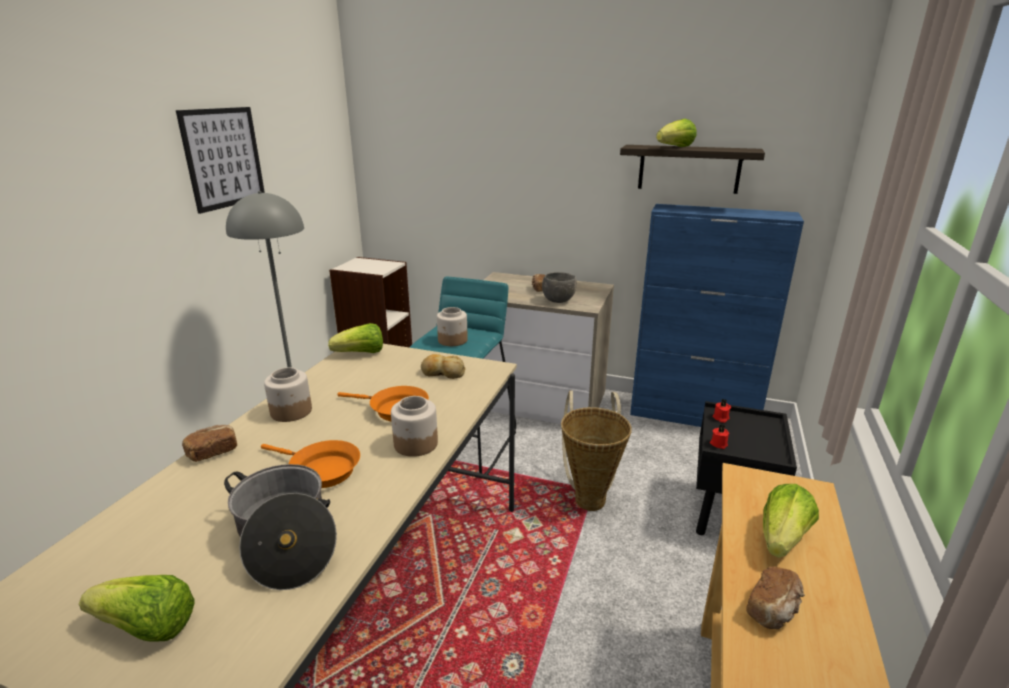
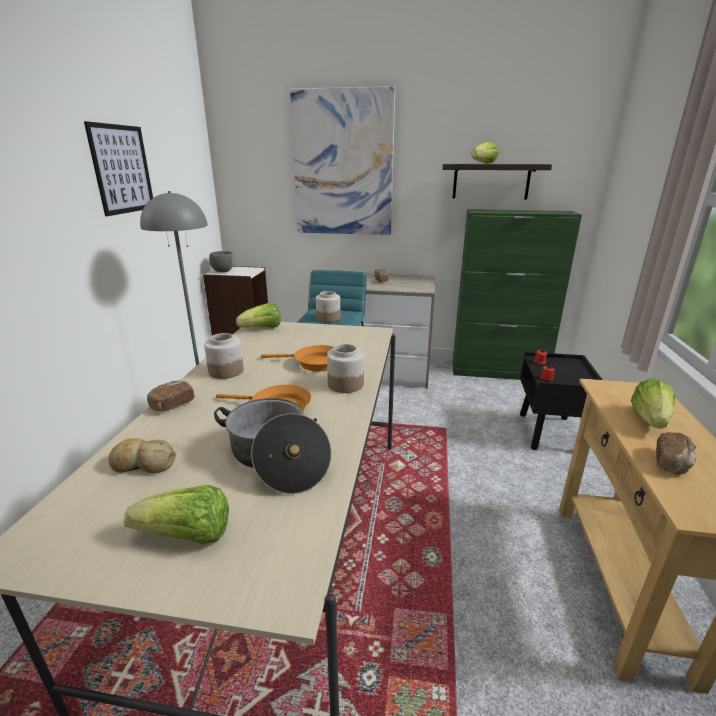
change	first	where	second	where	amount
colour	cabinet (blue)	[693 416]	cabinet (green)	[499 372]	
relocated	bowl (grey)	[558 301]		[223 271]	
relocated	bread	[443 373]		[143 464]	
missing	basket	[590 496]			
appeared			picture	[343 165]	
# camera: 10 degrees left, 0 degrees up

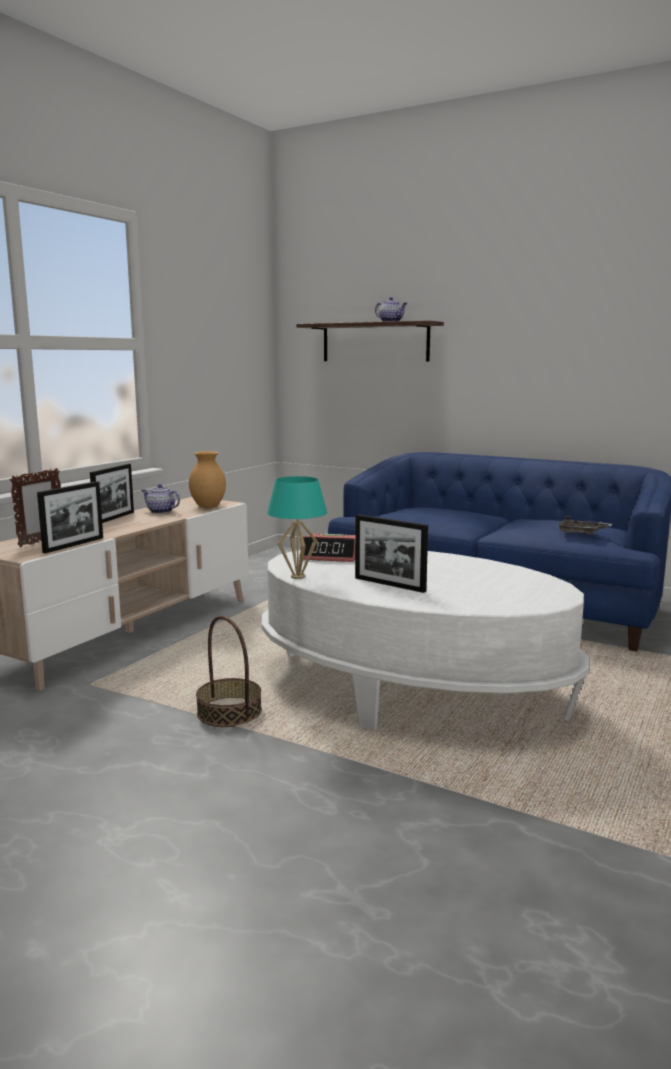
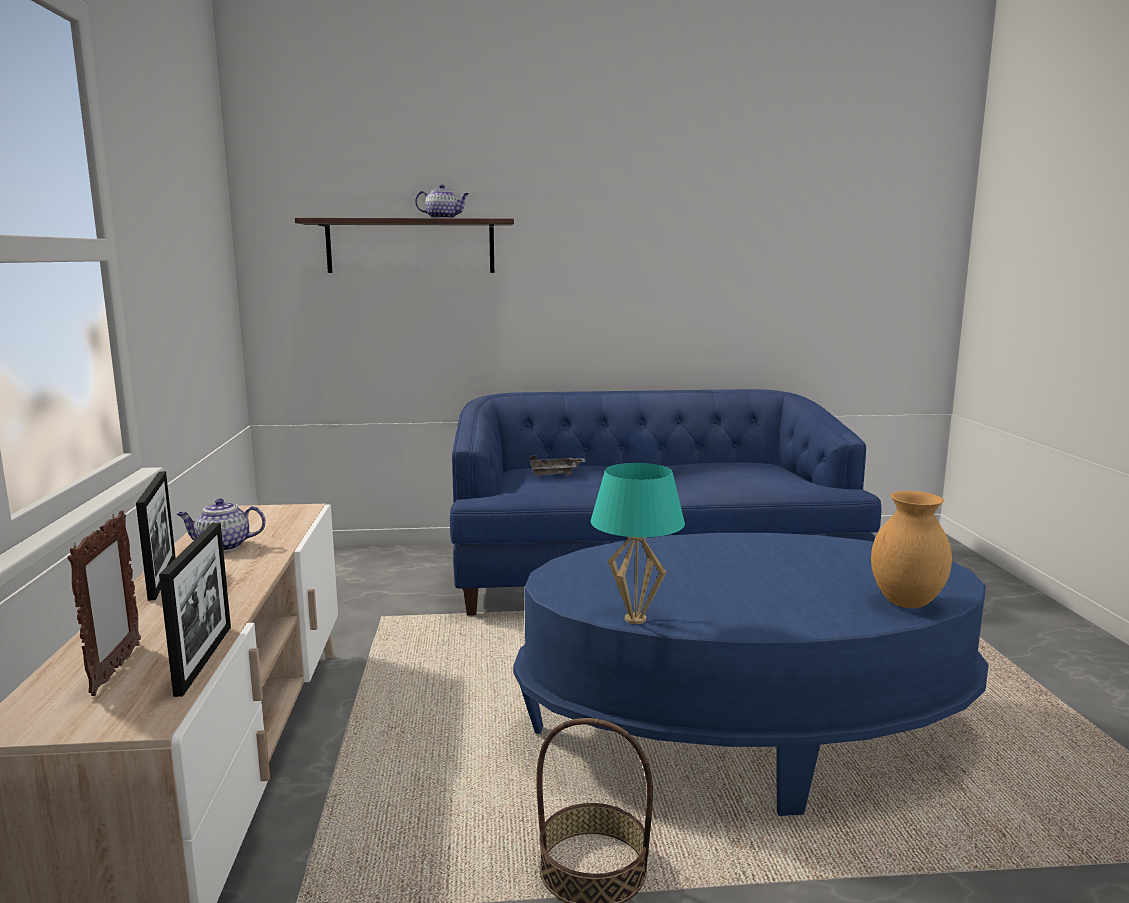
change	first	where	second	where	amount
relocated	vase (brown)	[208 506]		[907 602]	
missing	picture frame	[389 584]			
relocated	tray (grey)	[581 533]		[555 473]	
missing	alarm clock	[331 556]			
colour	coffee table (white)	[411 689]	coffee table (blue)	[745 731]	
# camera: 35 degrees left, 0 degrees up

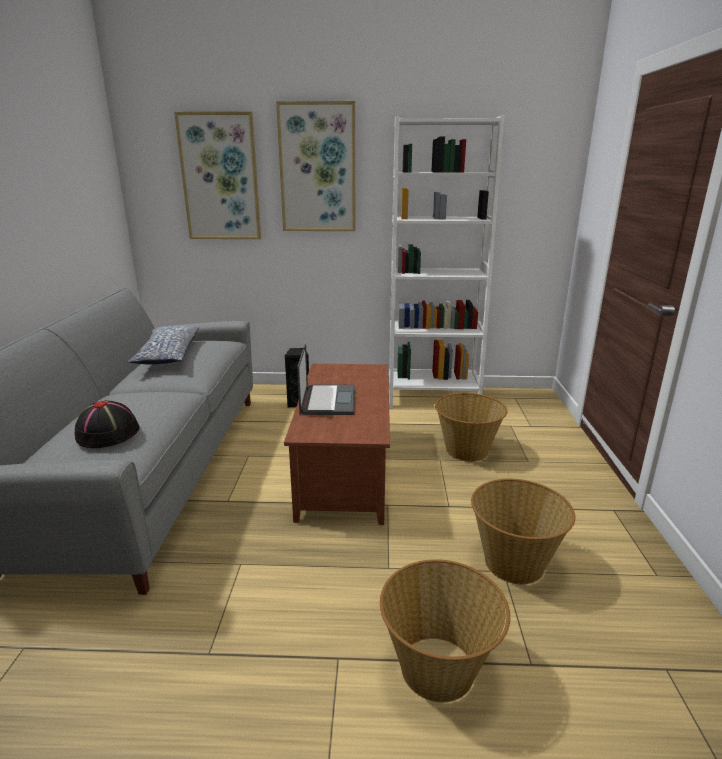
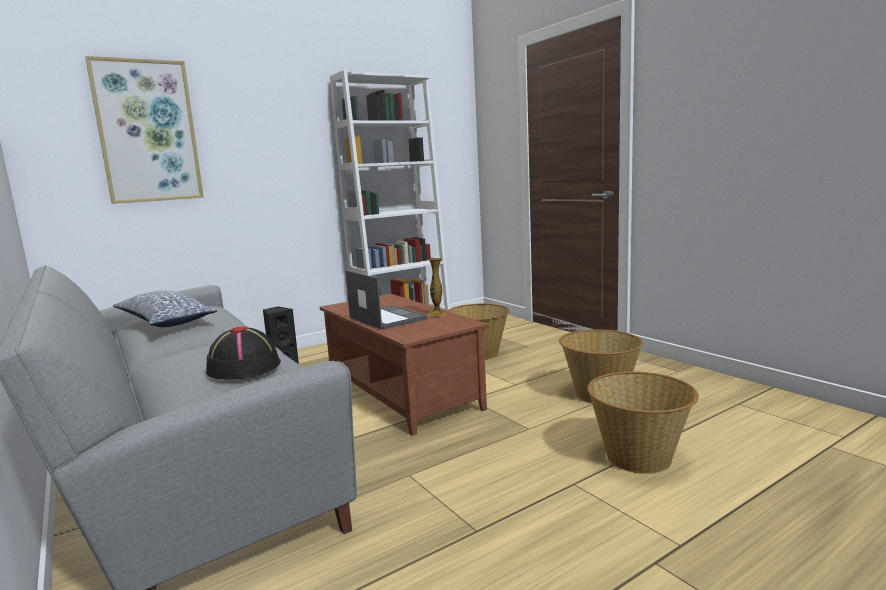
change	first	where	second	where	amount
missing	picture	[317 168]			
appeared			vase	[436 314]	
# camera: 35 degrees left, 10 degrees down

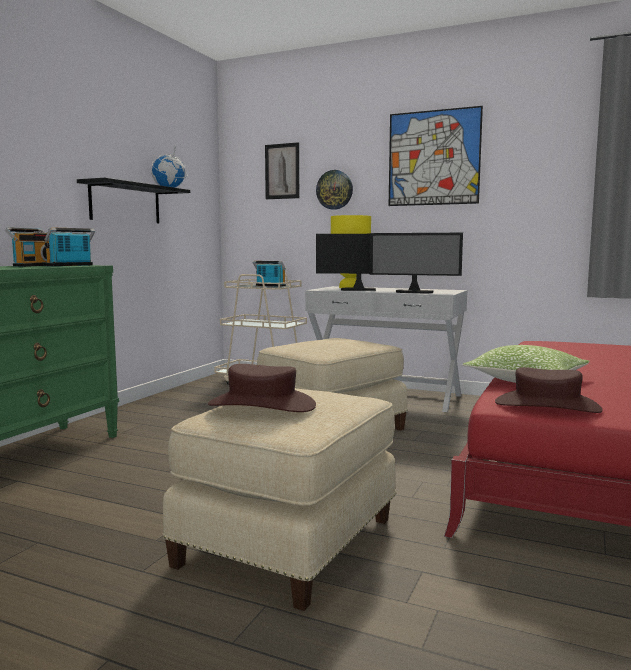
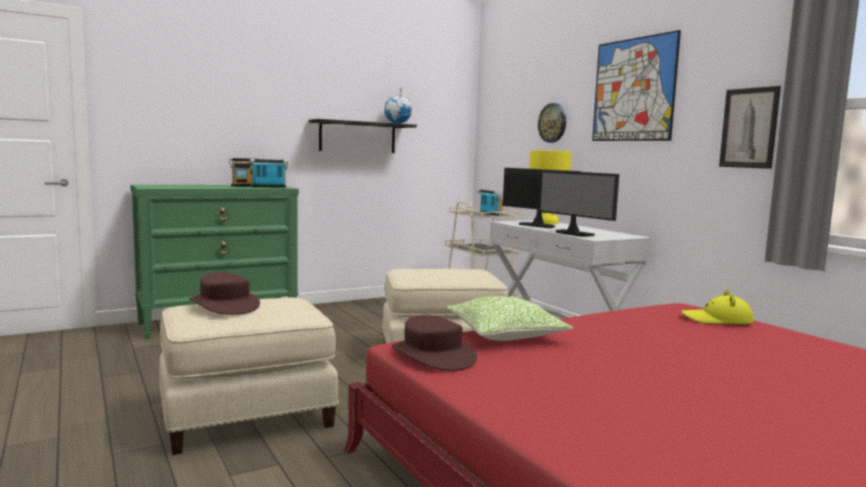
change	first	where	second	where	amount
relocated	picture	[282 171]		[749 128]	
appeared			hat (yellow)	[717 320]	
# camera: 35 degrees right, 0 degrees up

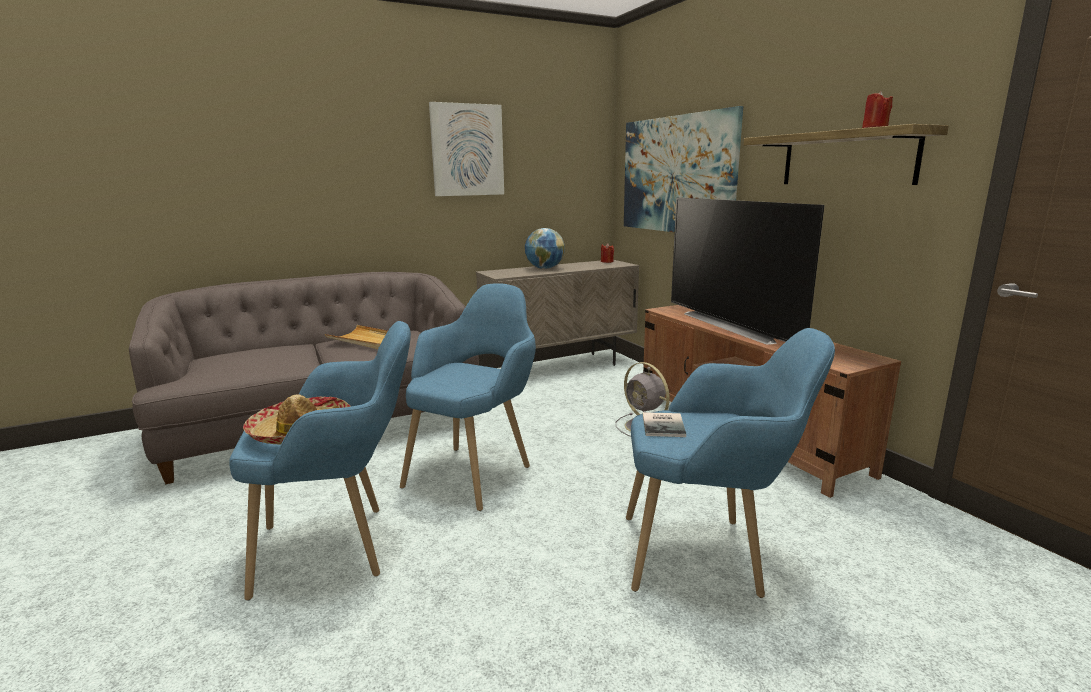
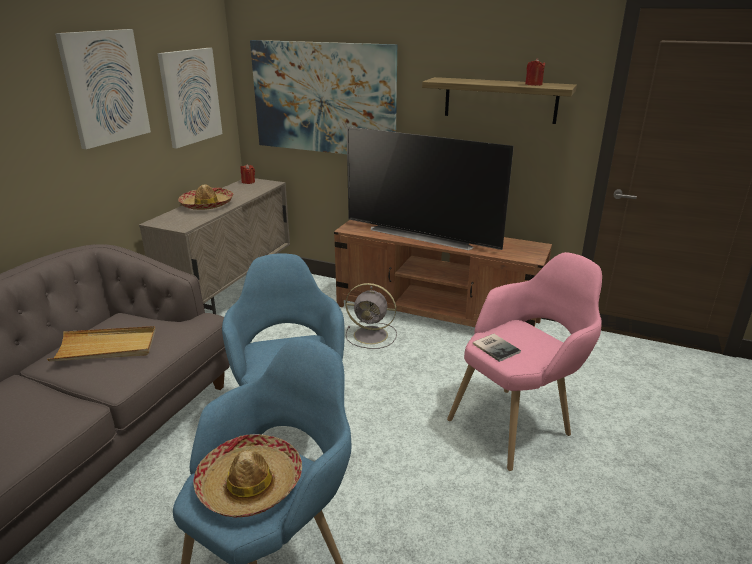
change	first	where	second	where	amount
exchanged	globe	[544 268]	hat	[207 205]	
colour	armchair (blue)	[710 555]	armchair (pink)	[519 421]	
appeared			picture	[190 96]	
# camera: 40 degrees left, 10 degrees up

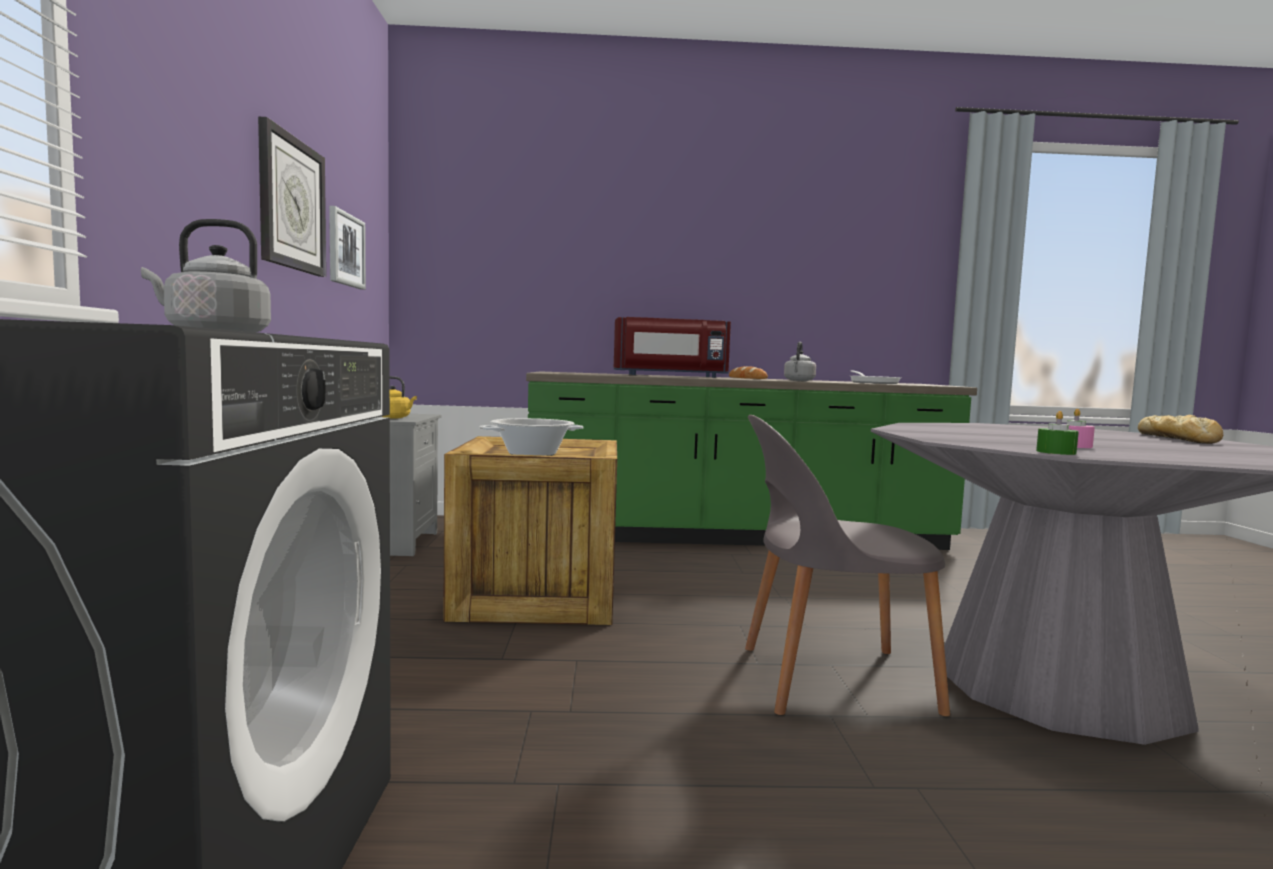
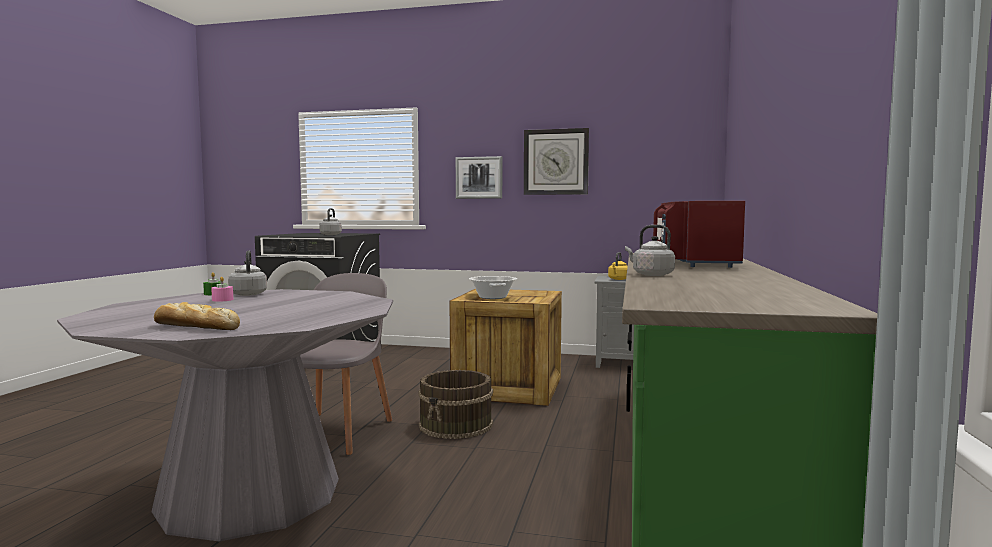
change	first	where	second	where	amount
relocated	picture	[345 250]		[479 177]	
missing	bread	[747 378]			
missing	frying pan	[873 383]			
appeared			kettle (grey)	[248 294]	
appeared			bucket (brown)	[456 425]	
# camera: 105 degrees right, 0 degrees up

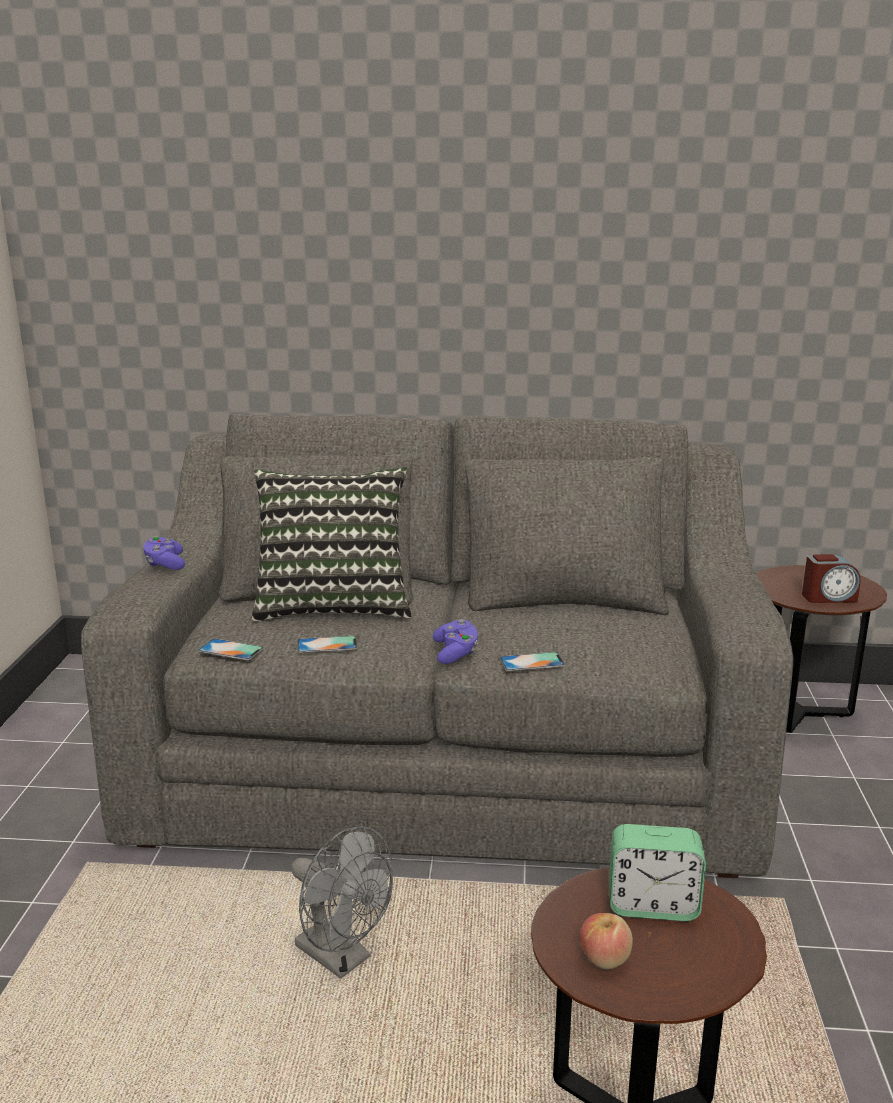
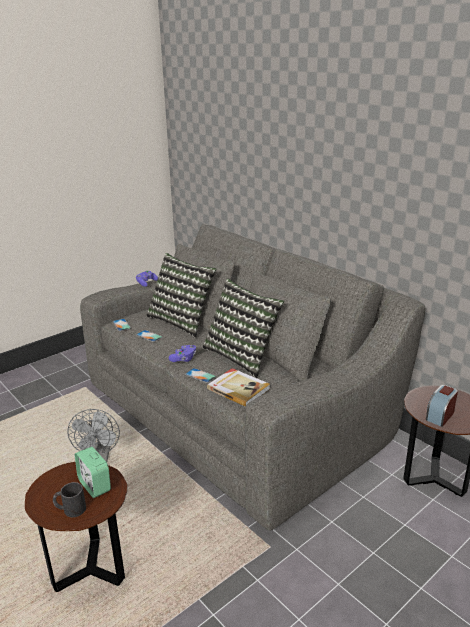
change	first	where	second	where	amount
spun	alarm clock	[828 597]		[440 416]	90 degrees clockwise
missing	apple	[604 959]			
appeared			pillow	[242 356]	
appeared			book	[238 389]	
appeared			mug (black)	[70 509]	
# camera: 45 degrees right, 5 degrees up

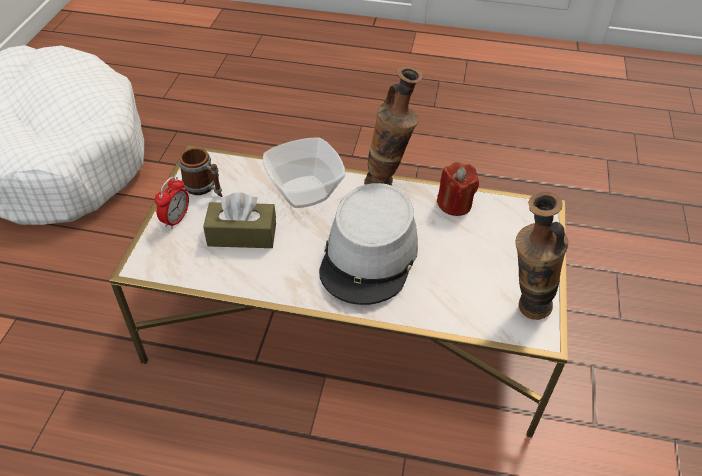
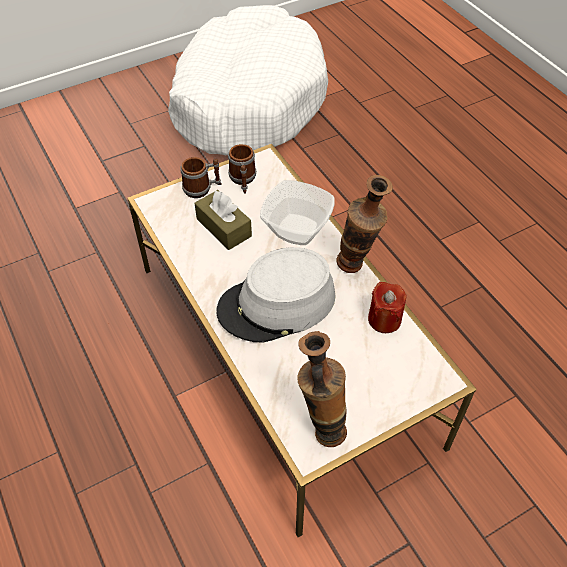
change	first	where	second	where	amount
exchanged	alarm clock	[176 219]	mug	[202 188]	
# camera: 50 degrees right, 5 degrees up

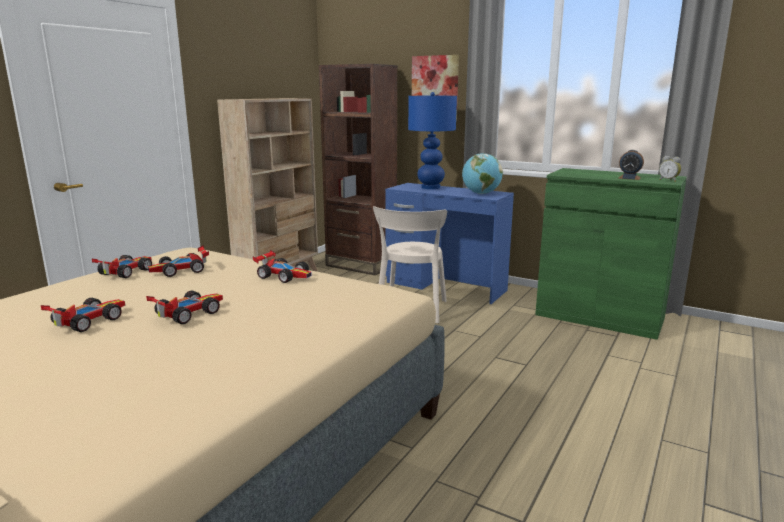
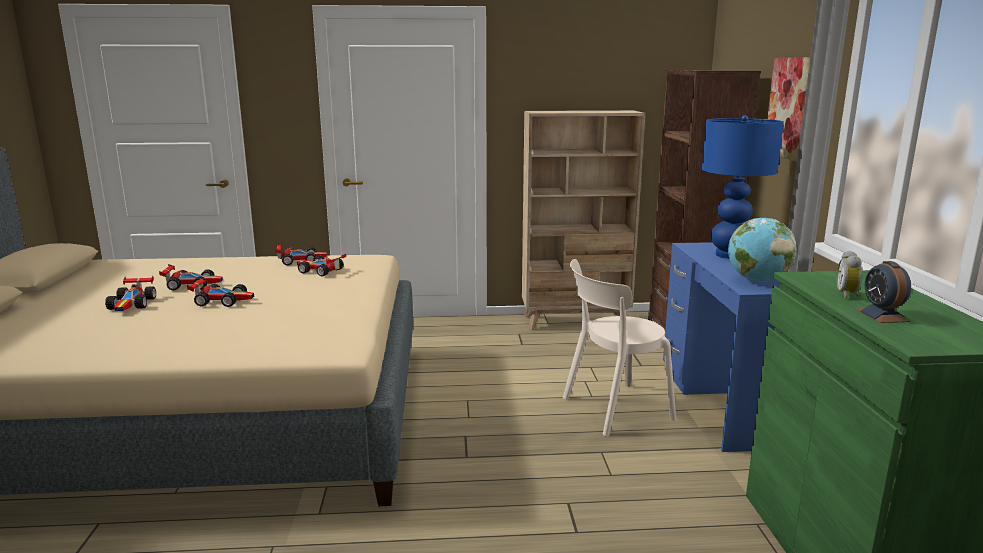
change	first	where	second	where	amount
relocated	alarm clock	[668 180]		[848 295]	
relocated	toy car	[284 276]		[133 304]	
# camera: 55 degrees right, 0 degrees up

